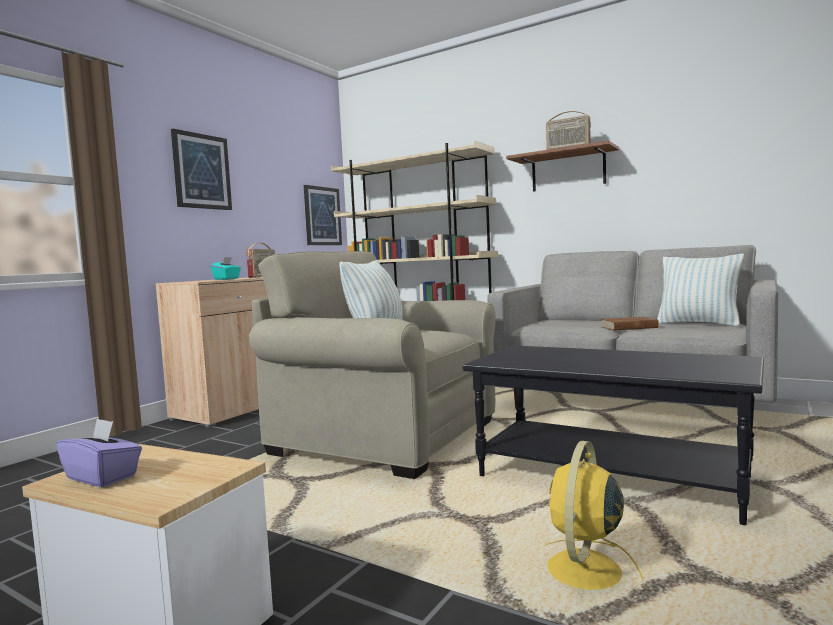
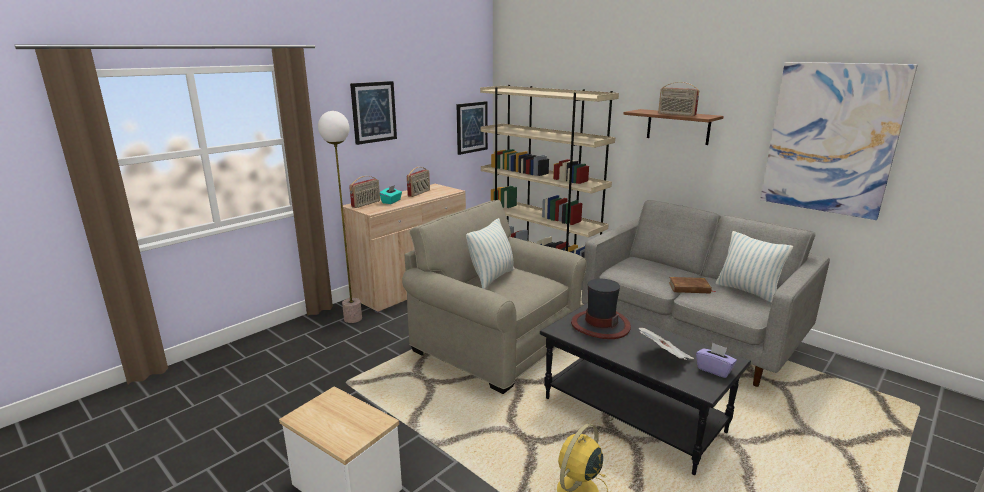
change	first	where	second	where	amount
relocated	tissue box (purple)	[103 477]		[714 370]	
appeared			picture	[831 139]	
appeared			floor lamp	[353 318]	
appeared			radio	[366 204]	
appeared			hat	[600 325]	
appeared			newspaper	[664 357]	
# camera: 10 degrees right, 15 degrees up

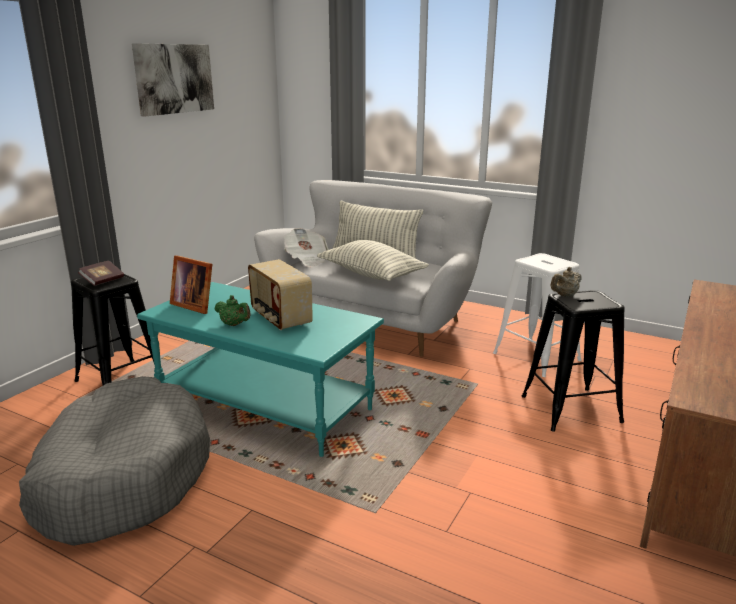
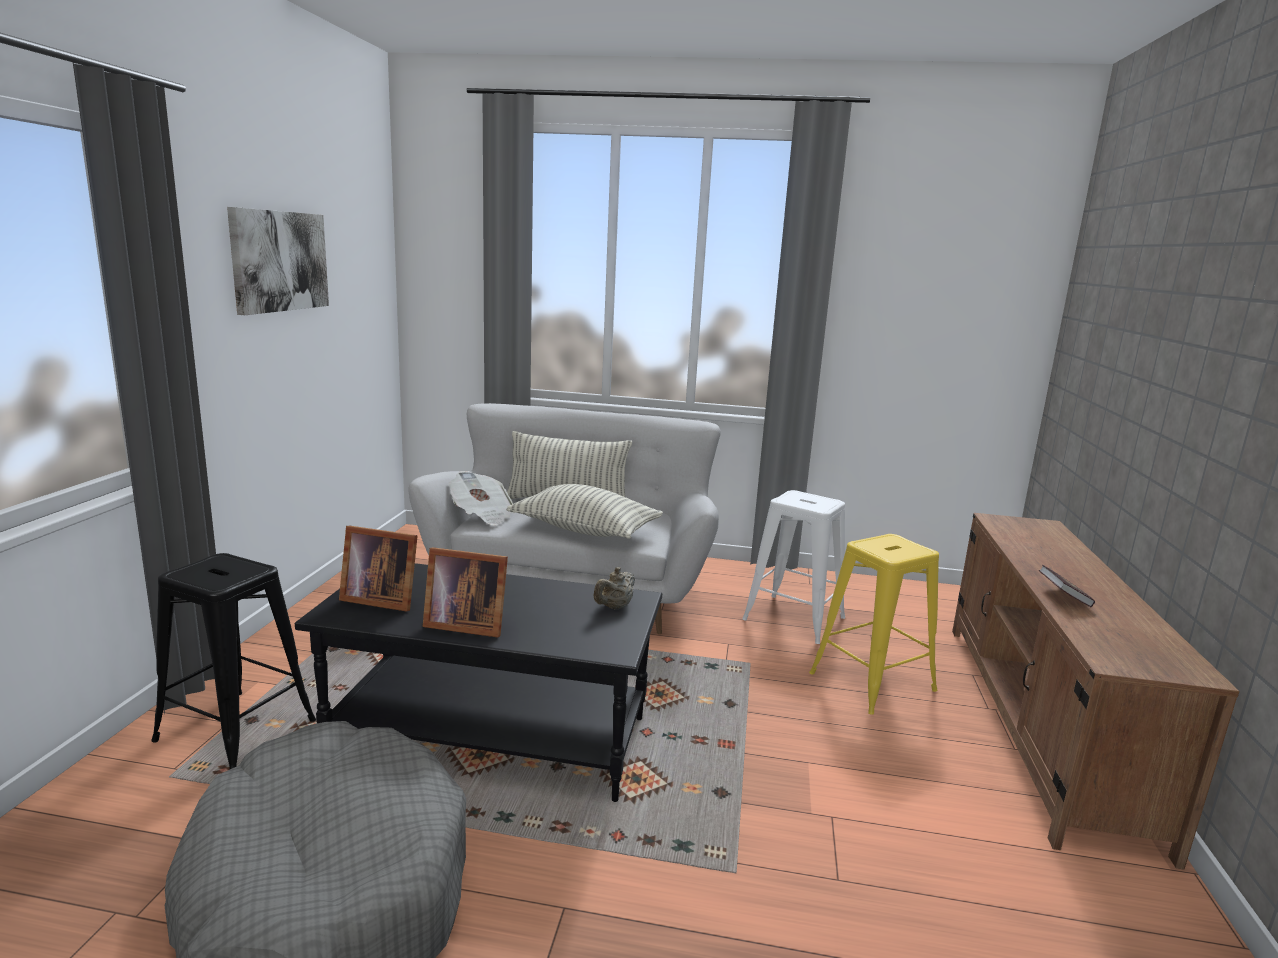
change	first	where	second	where	amount
missing	radio	[280 318]			
relocated	book	[103 281]		[1063 597]	
relocated	teapot (beige)	[565 295]		[614 607]	
colour	coffee table (turquoise)	[267 405]	coffee table (black)	[493 734]	
colour	stool (black)	[571 409]	stool (yellow)	[872 681]	
exchanged	teapot (green)	[234 324]	picture frame	[464 624]	
# camera: 20 degrees left, 5 degrees down

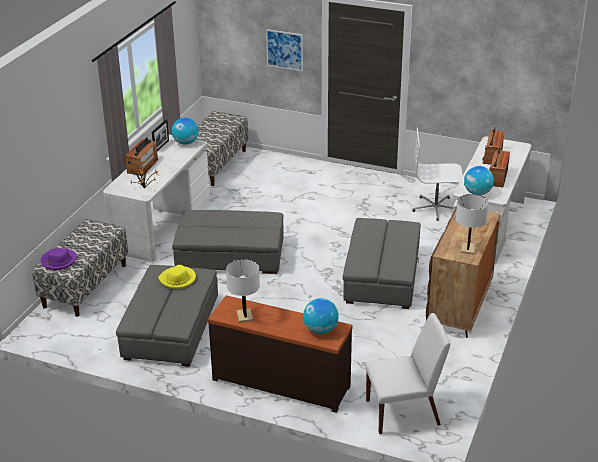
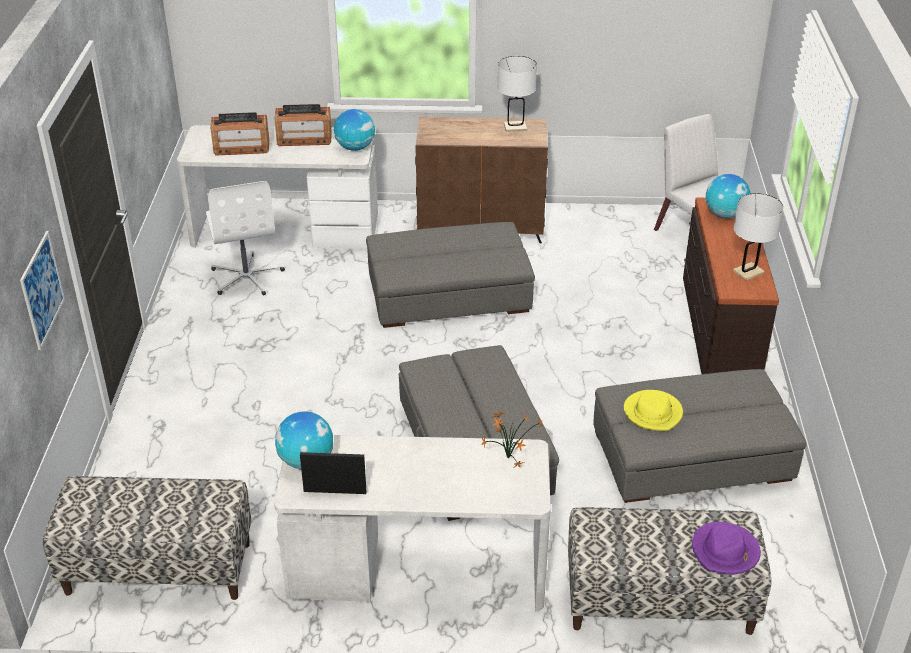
change	first	where	second	where	amount
missing	radio	[142 166]			
# camera: 110 degrees left, 5 degrees up

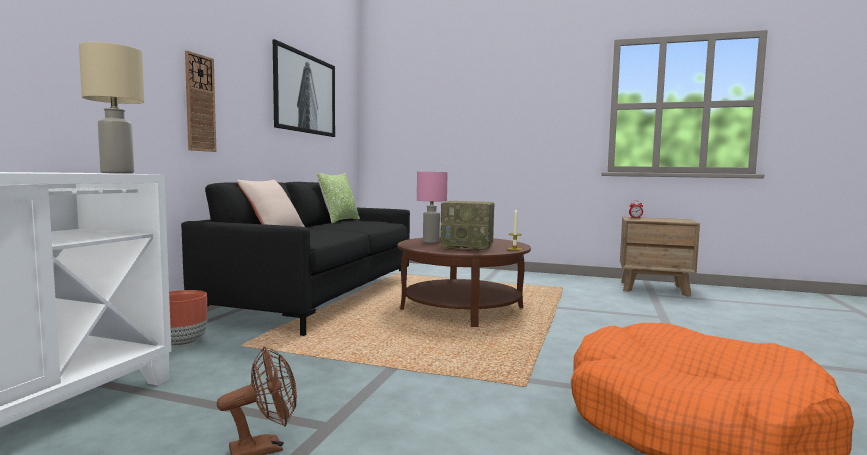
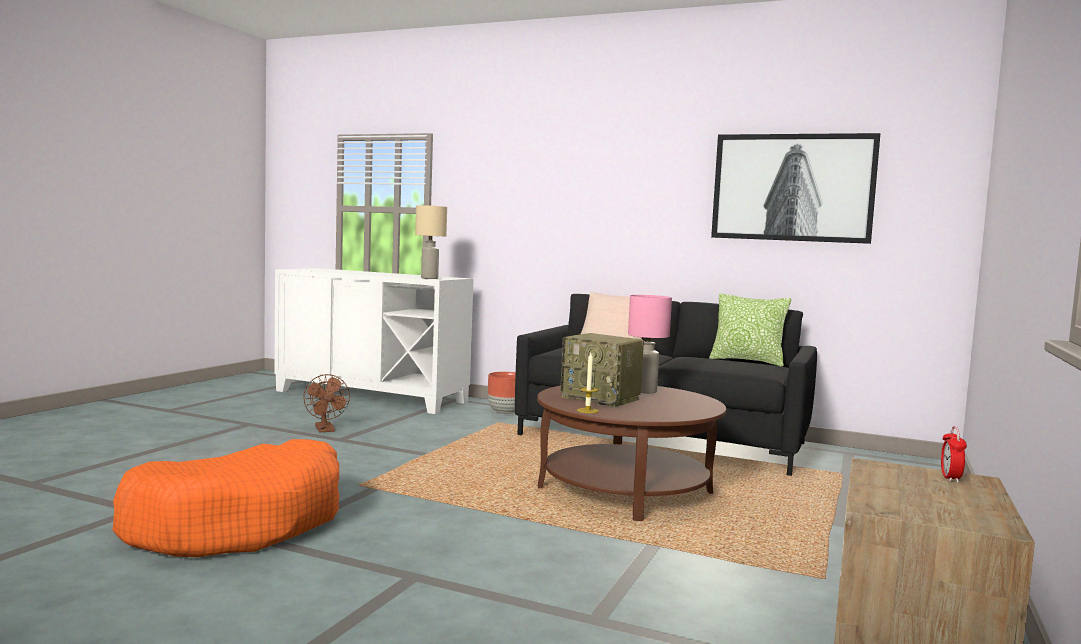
change	first	where	second	where	amount
missing	wall clock	[200 103]			
spun	radio	[468 247]		[602 398]	75 degrees counterclockwise
# camera: 95 degrees right, 0 degrees up

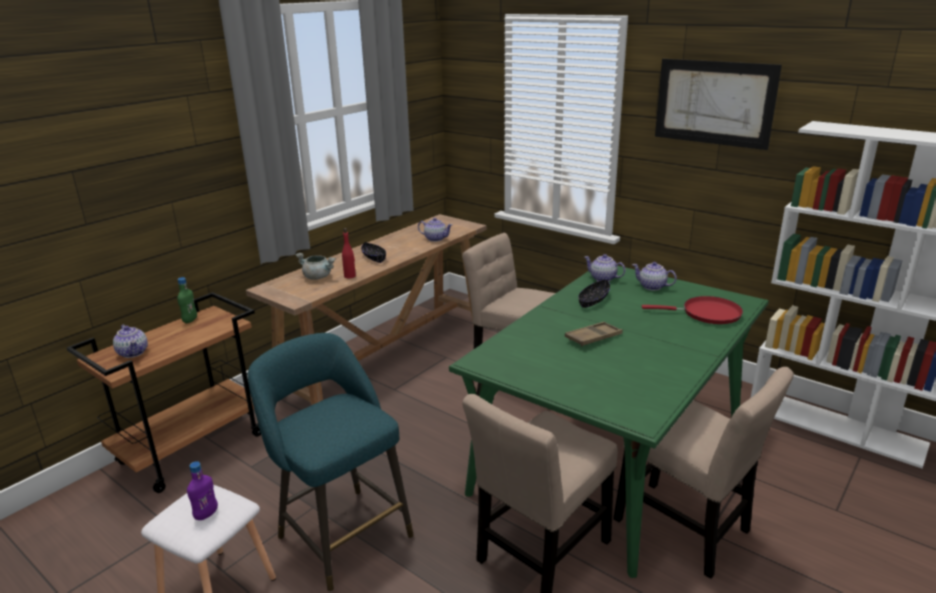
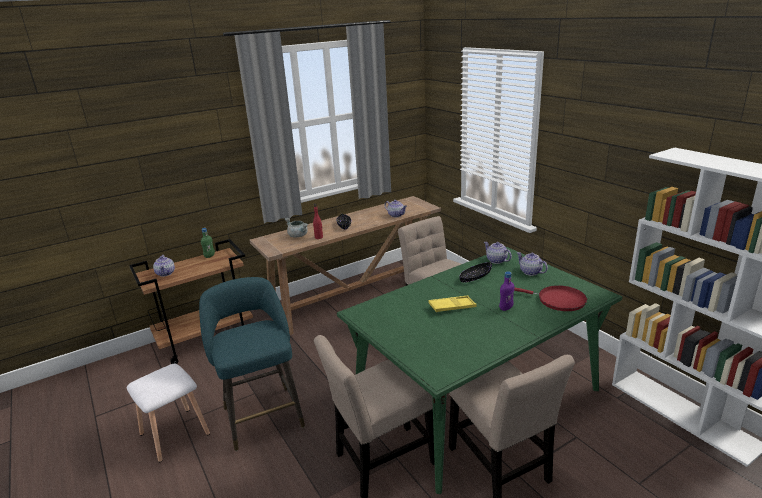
change	first	where	second	where	amount
missing	picture	[714 103]			
colour	tray (brown)	[593 338]	tray (yellow)	[452 307]	
relocated	bottle (purple)	[206 514]		[506 308]	
# camera: 20 degrees right, 0 degrees up

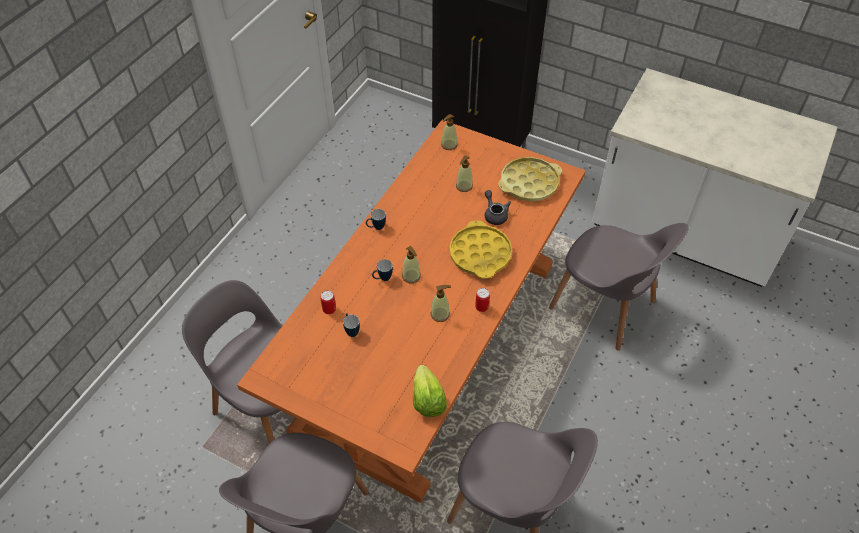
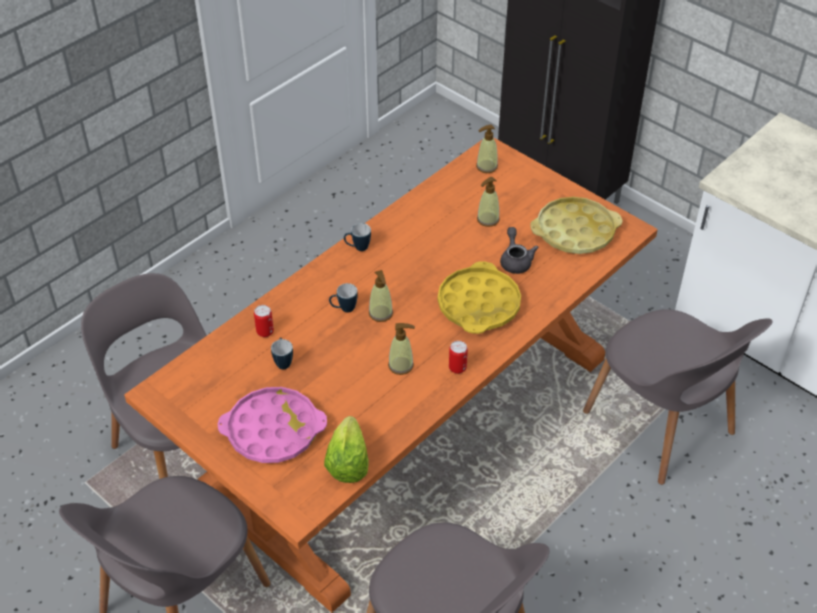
change	first	where	second	where	amount
appeared			tray (pink)	[273 430]	
# camera: 15 degrees right, 5 degrees down

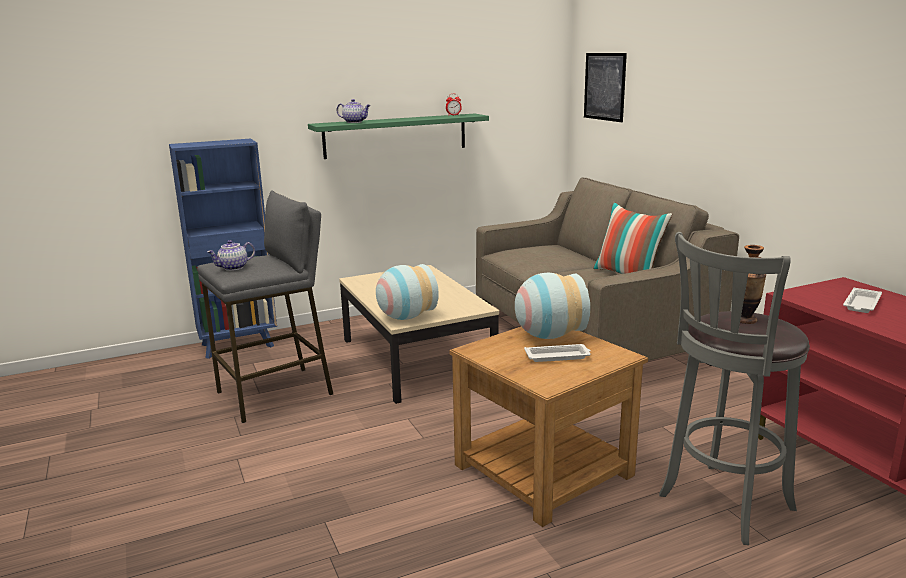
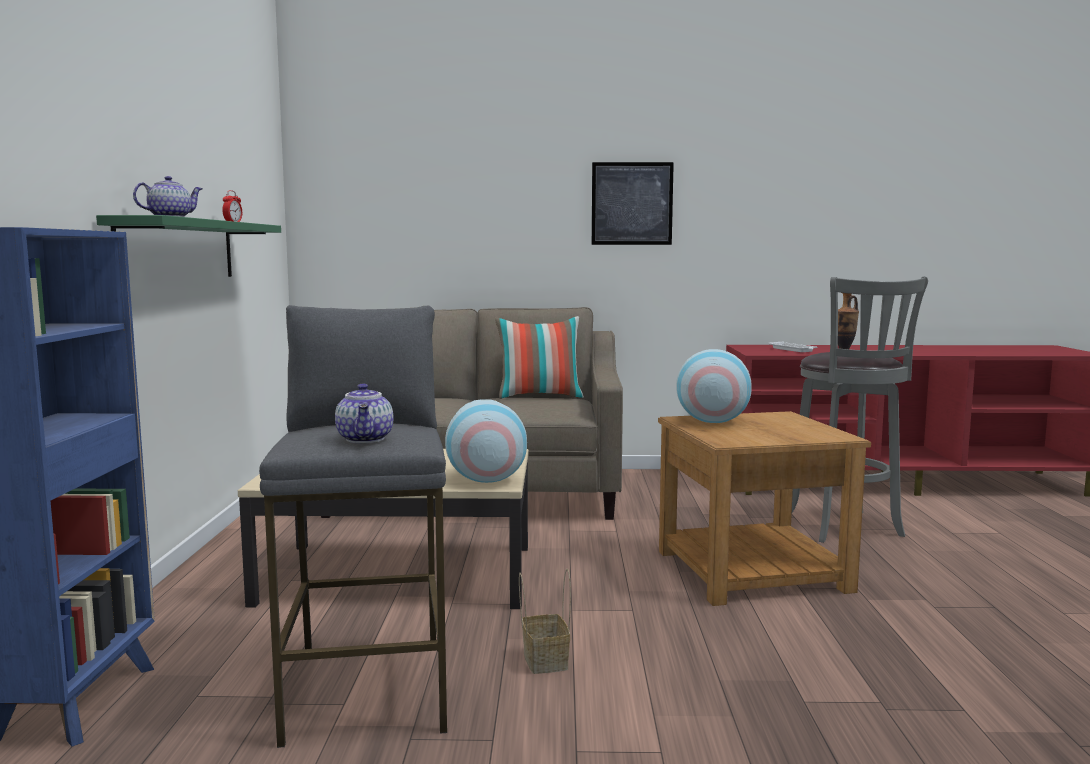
change	first	where	second	where	amount
relocated	picture	[604 86]		[632 203]	
missing	tray (white)	[558 356]			
appeared			basket	[544 660]	
# camera: 65 degrees left, 10 degrees down

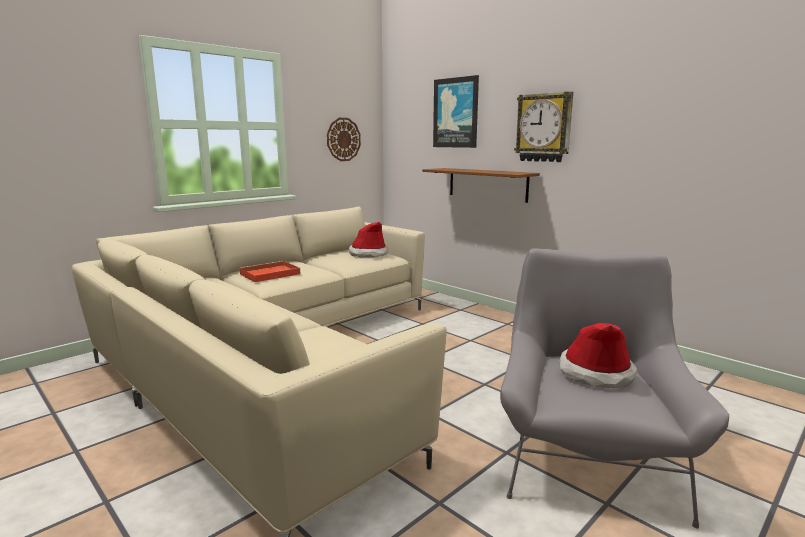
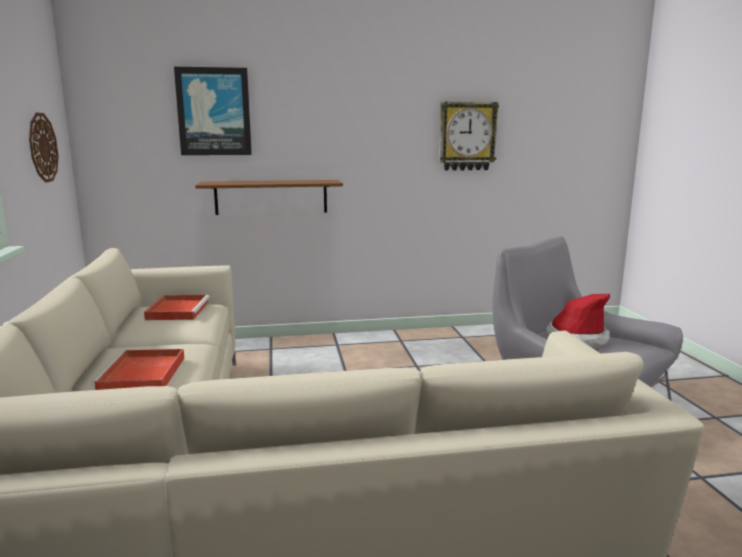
change	first	where	second	where	amount
relocated	wall clock	[544 128]		[467 136]	
exchanged	hat	[368 254]	tray (red)	[178 310]	
# camera: 55 degrees left, 0 degrees up

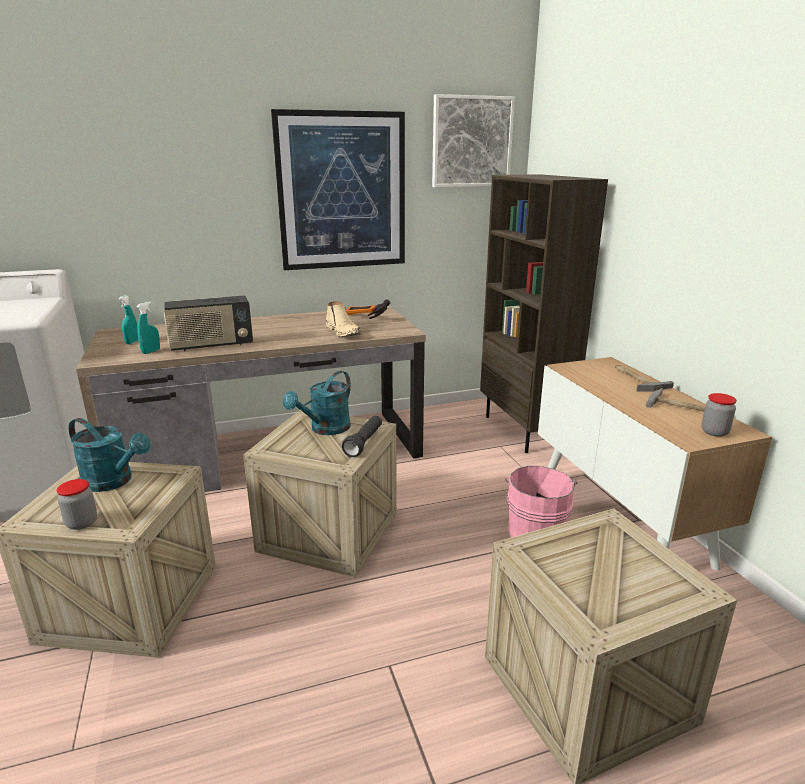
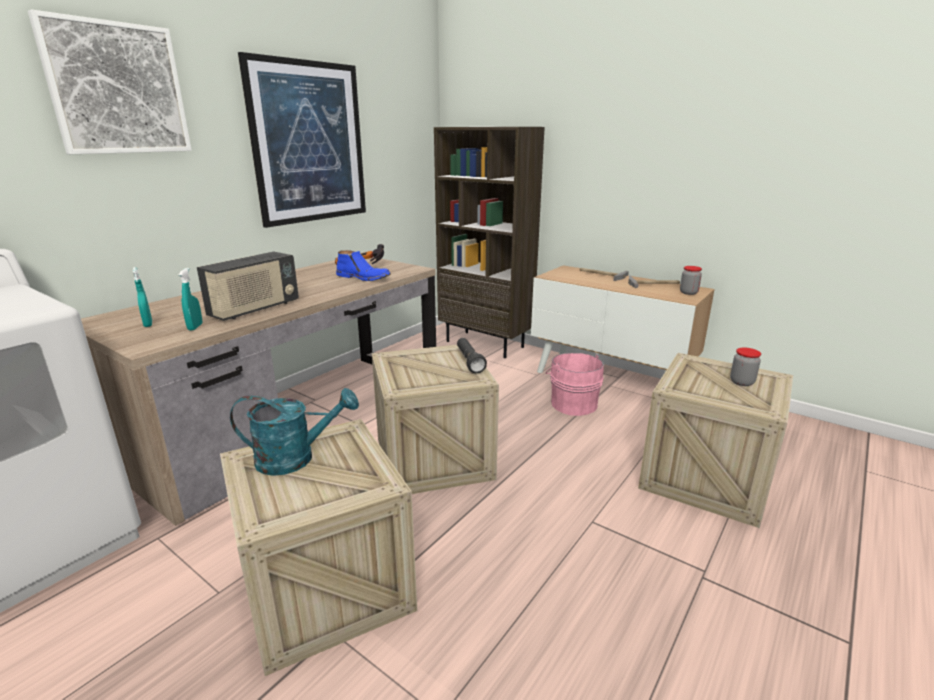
change	first	where	second	where	amount
relocated	picture	[471 142]		[117 89]	
colour	boot (beige)	[344 332]	boot (blue)	[364 278]	
missing	watering can (turquoise)	[325 429]			
relocated	jar	[82 523]		[741 382]	
# camera: 35 degrees left, 0 degrees up

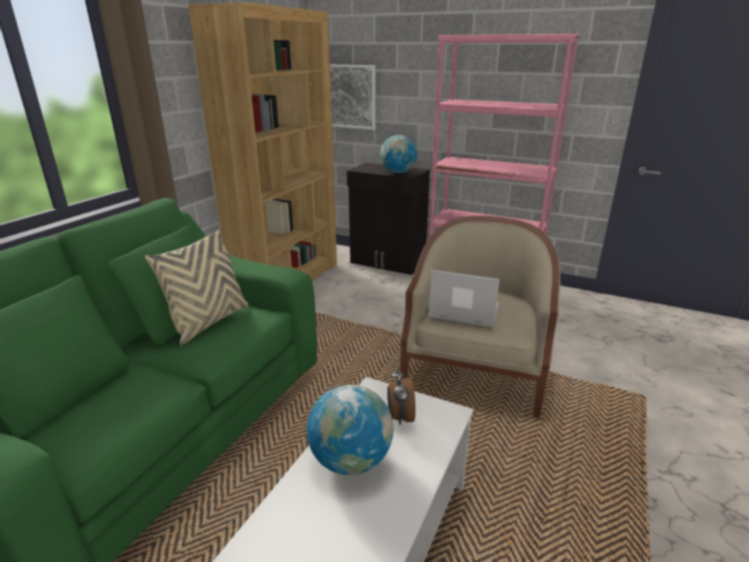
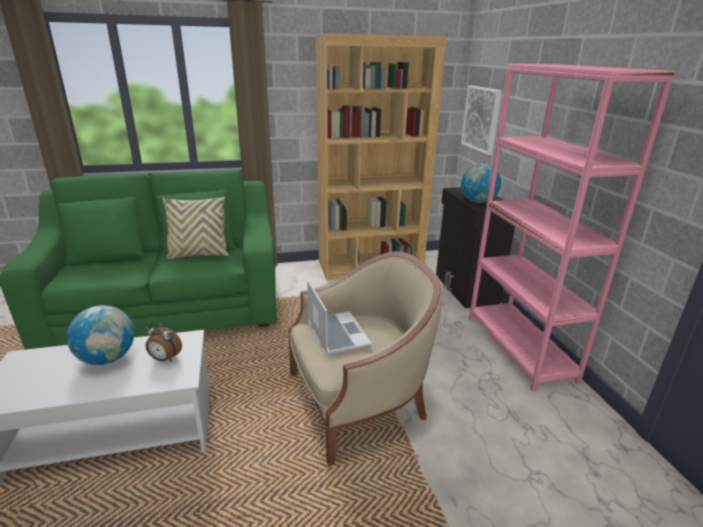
change	first	where	second	where	amount
spun	alarm clock	[400 417]		[164 359]	120 degrees counterclockwise
# camera: 50 degrees right, 0 degrees up

